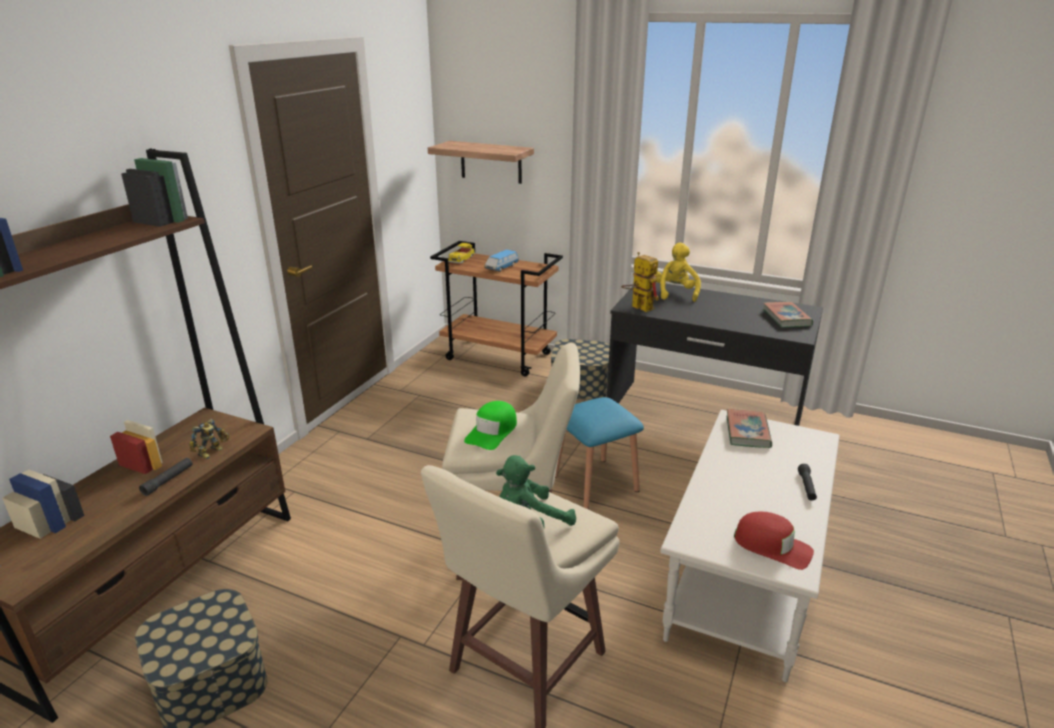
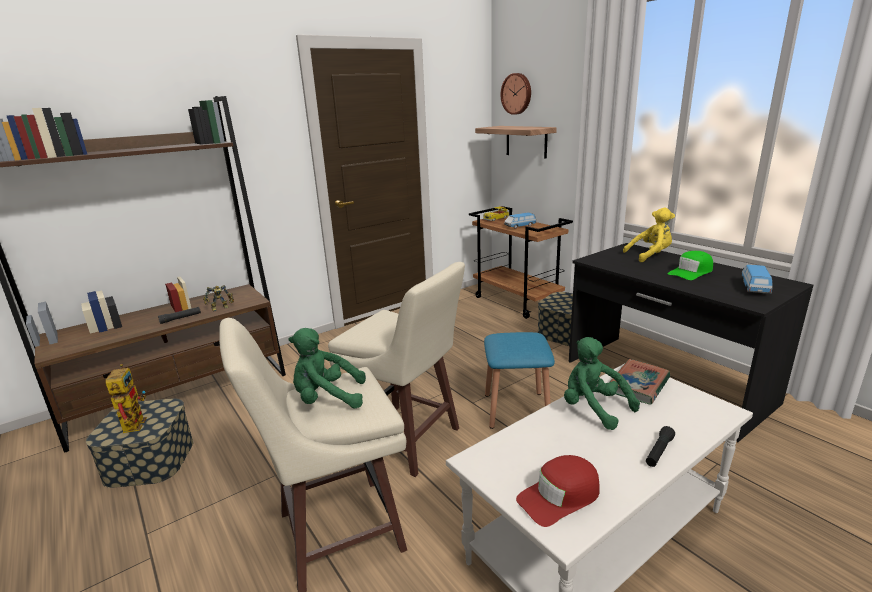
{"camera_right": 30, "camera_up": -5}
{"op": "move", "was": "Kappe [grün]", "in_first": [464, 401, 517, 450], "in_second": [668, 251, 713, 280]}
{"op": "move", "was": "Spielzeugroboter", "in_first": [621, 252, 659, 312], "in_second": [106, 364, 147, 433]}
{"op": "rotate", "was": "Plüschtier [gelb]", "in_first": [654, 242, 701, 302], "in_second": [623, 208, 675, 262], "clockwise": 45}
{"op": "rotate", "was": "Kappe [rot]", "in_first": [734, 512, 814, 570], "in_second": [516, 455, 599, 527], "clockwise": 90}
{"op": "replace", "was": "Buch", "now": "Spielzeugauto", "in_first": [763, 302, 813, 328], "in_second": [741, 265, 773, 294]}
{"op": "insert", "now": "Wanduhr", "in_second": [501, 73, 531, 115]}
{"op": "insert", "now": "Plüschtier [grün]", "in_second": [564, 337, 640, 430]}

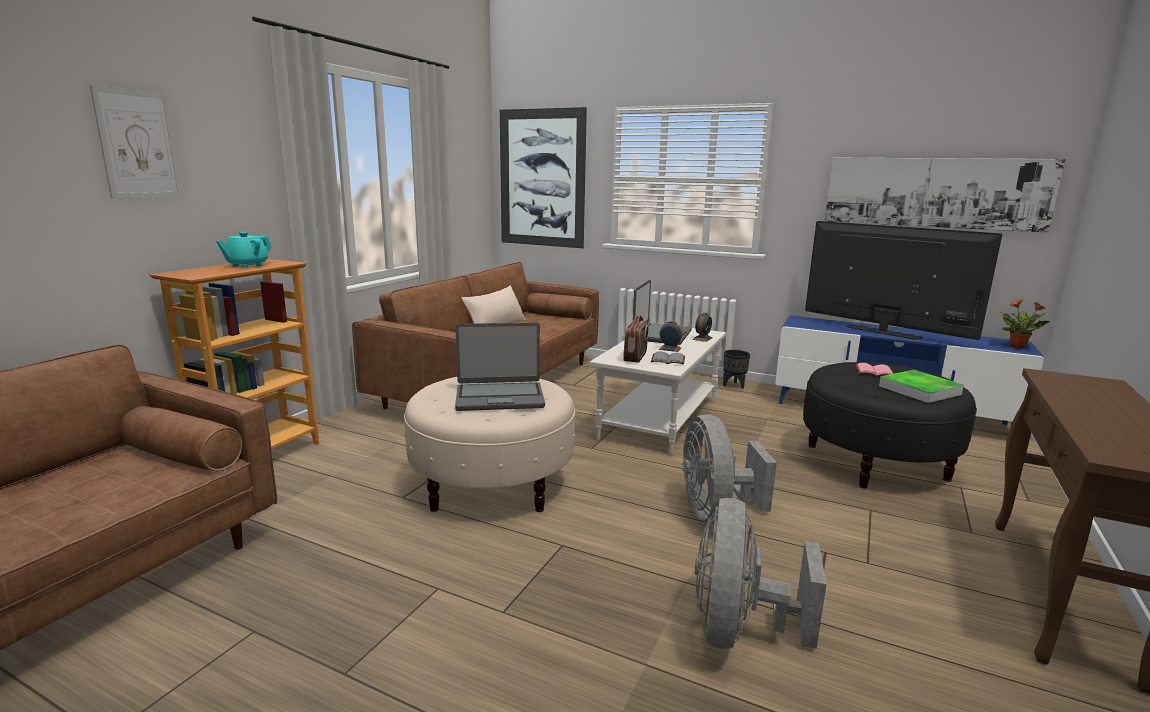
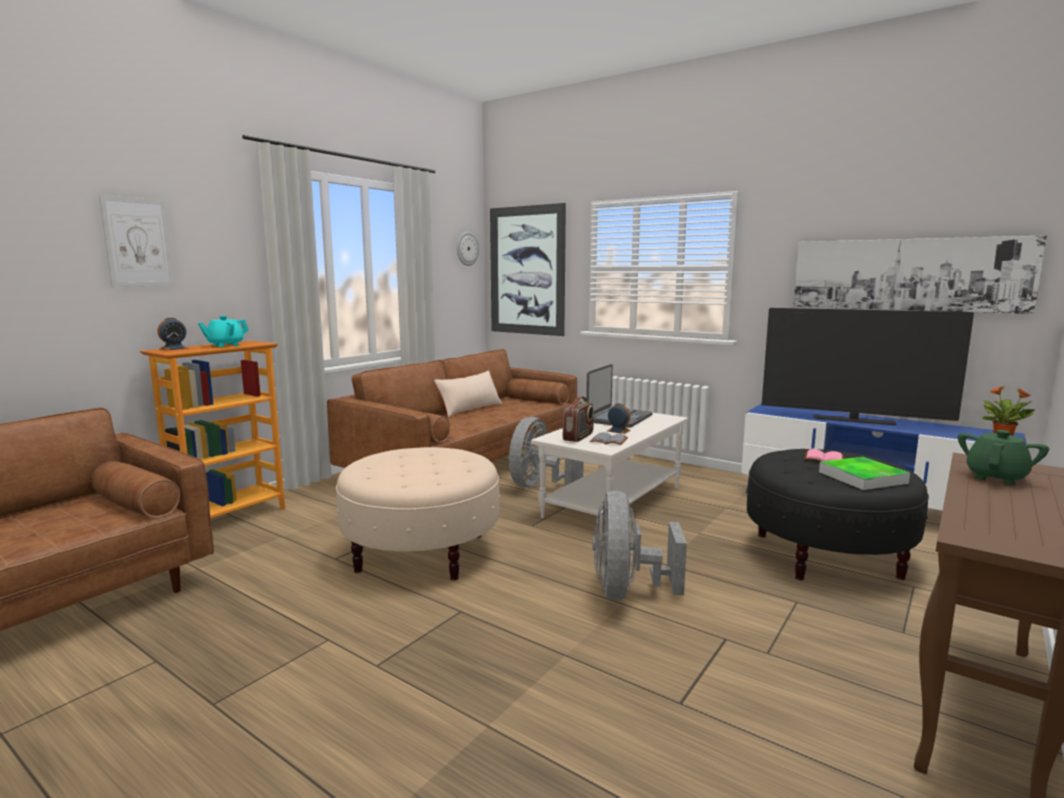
{"camera_right": 10, "camera_up": -5}
{"op": "delete", "was": "Laptop", "in_first": [455, 323, 545, 411]}
{"op": "move", "was": "Wecker", "in_first": [692, 313, 712, 342], "in_second": [158, 318, 189, 351]}
{"op": "move", "was": "Ventilator [grau]", "in_first": [695, 498, 827, 649], "in_second": [509, 417, 584, 487]}
{"op": "delete", "was": "Pflanzkübel [schwarz]", "in_first": [723, 350, 750, 389]}
{"op": "rotate", "was": "Fernseher", "in_first": [805, 221, 1002, 340], "in_second": [762, 308, 974, 425], "clockwise": 150}
{"op": "insert", "now": "Wanduhr", "in_second": [457, 232, 479, 266]}
{"op": "insert", "now": "Teekanne [grün]", "in_second": [958, 430, 1049, 485]}

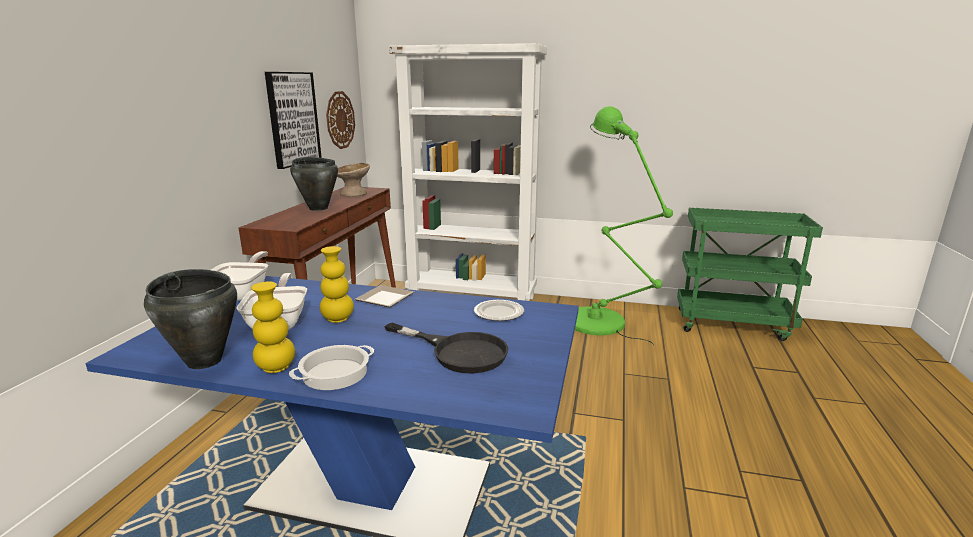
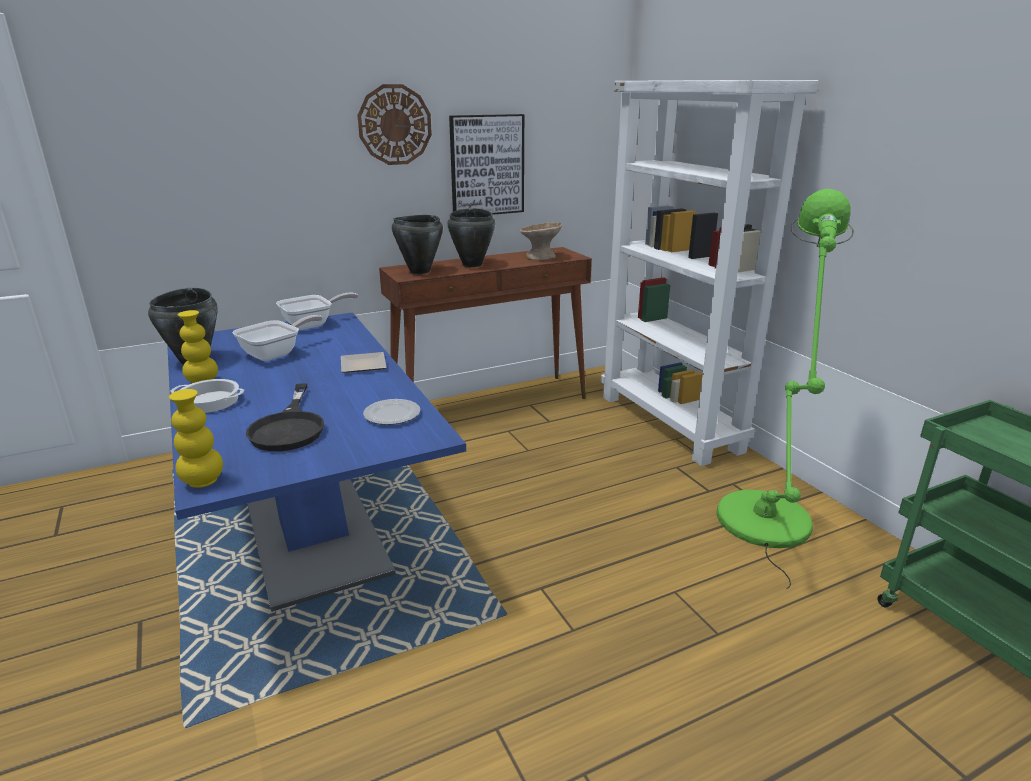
{"camera_right": 50, "camera_up": 5}
{"op": "move", "was": "Vase [gelb]", "in_first": [320, 246, 354, 323], "in_second": [169, 389, 223, 488]}
{"op": "move", "was": "Wanduhr", "in_first": [326, 91, 355, 149], "in_second": [357, 84, 432, 165]}
{"op": "insert", "now": "Kochtopf [schwarz]", "in_second": [392, 215, 443, 274]}

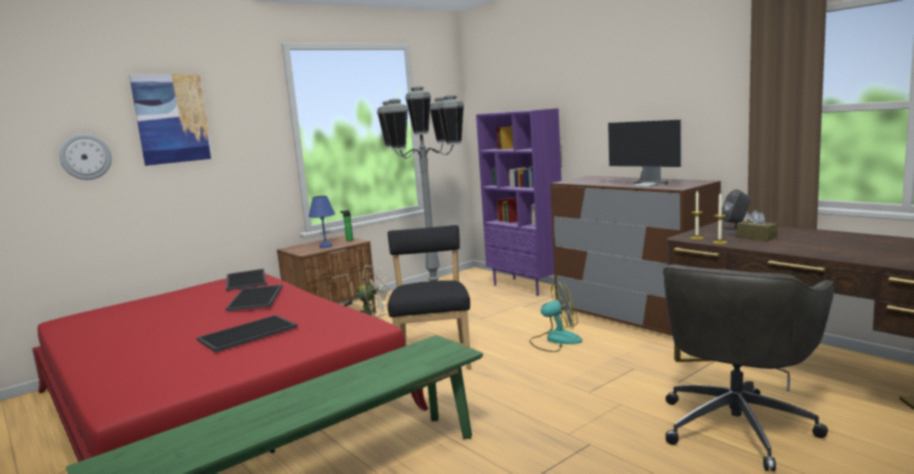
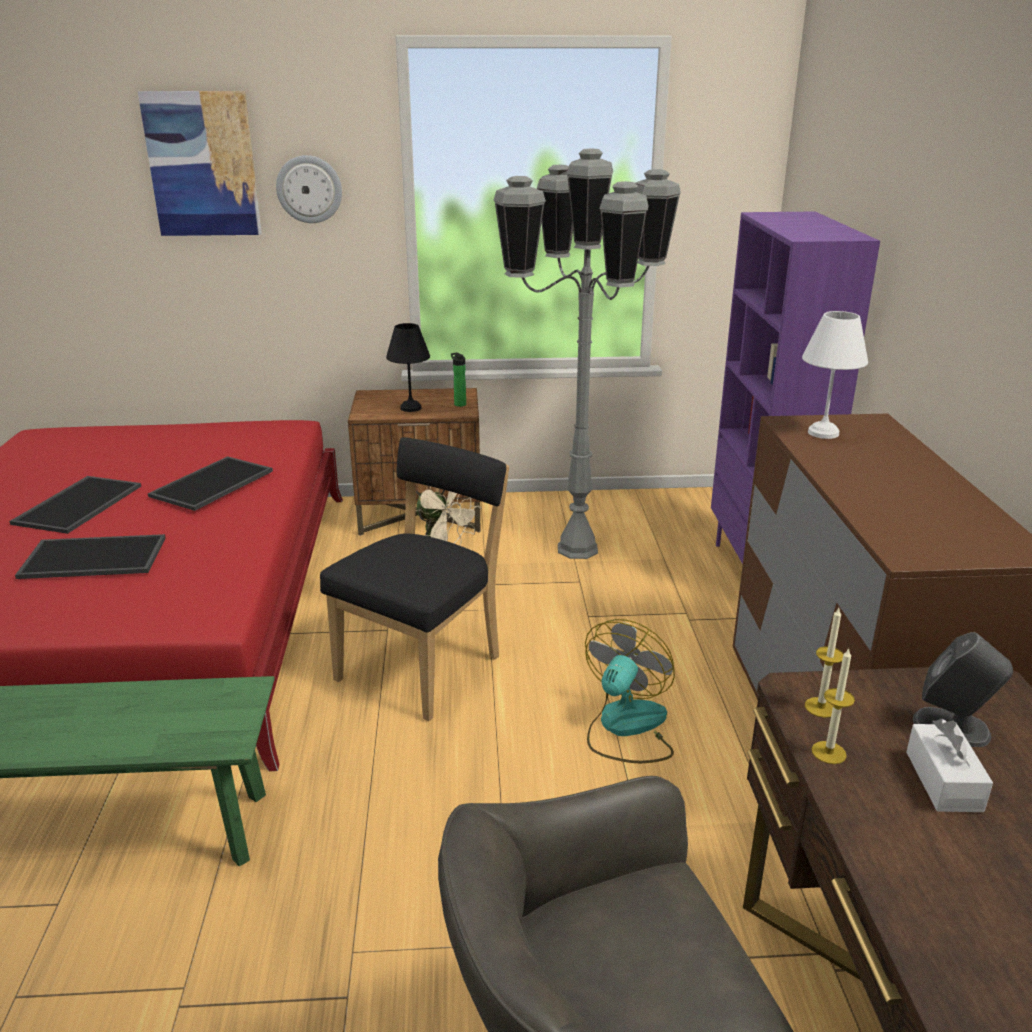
{"camera_right": 35, "camera_up": 15}
{"op": "move", "was": "Wanduhr", "in_first": [59, 134, 112, 180], "in_second": [276, 155, 342, 223]}
{"op": "move", "was": "Tablett", "in_first": [226, 269, 267, 291], "in_second": [9, 476, 141, 534]}
{"op": "recolor", "was": "Tischlampe [blau]", "now": "Tischlampe [schwarz]", "in_first": [309, 196, 335, 248], "in_second": [386, 323, 430, 412]}
{"op": "rotate", "was": "Ventilator", "in_first": [529, 281, 582, 352], "in_second": [585, 619, 675, 763], "clockwise": -90}
{"op": "delete", "was": "Monitor", "in_first": [598, 119, 682, 187]}
{"op": "recolor", "was": "Taschentuchbox [braun]", "now": "Taschentuchbox [weiß]", "in_first": [737, 210, 778, 241], "in_second": [906, 719, 993, 812]}
{"op": "insert", "now": "Tischlampe [weiß]", "in_second": [802, 311, 868, 439]}

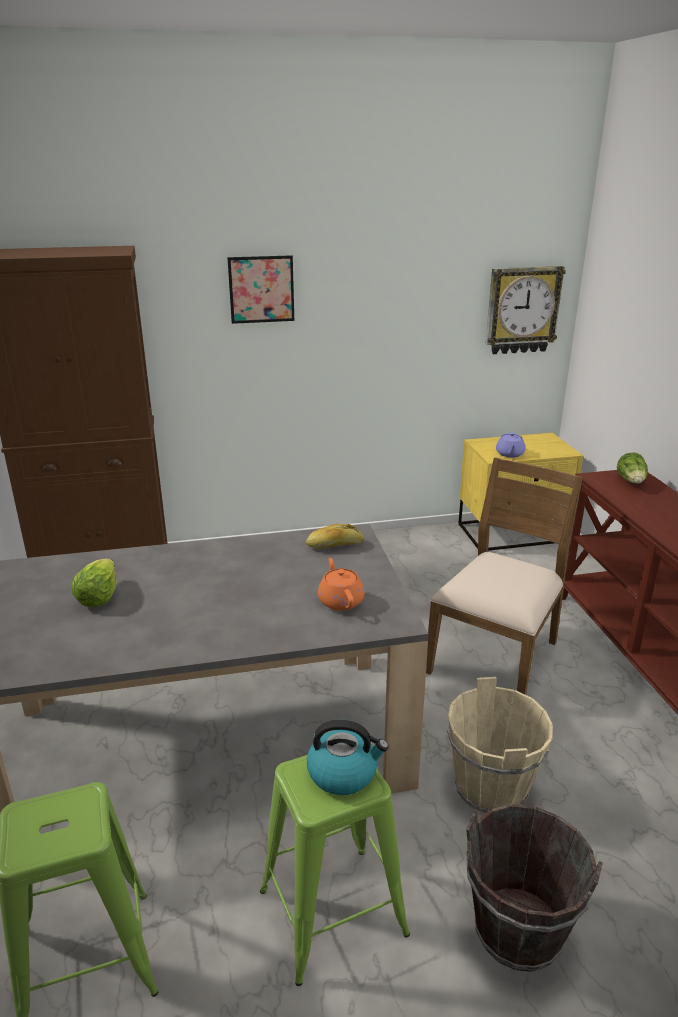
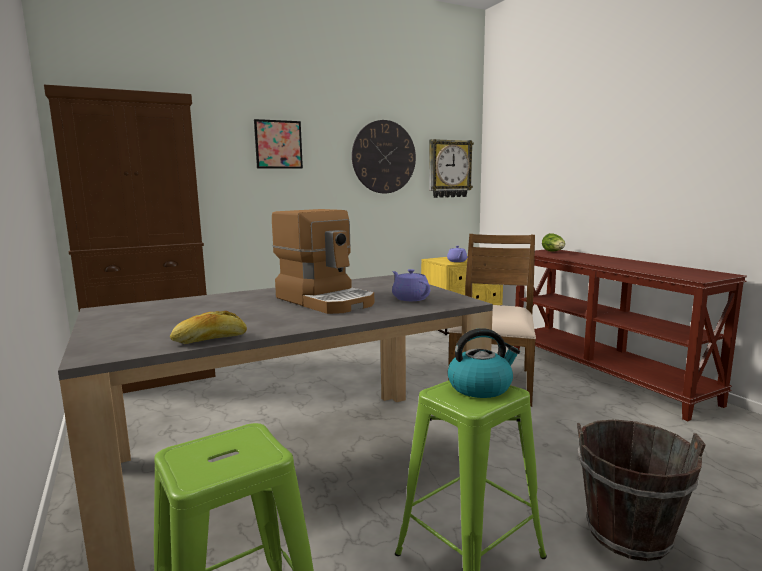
{"camera_right": -15, "camera_up": -15}
{"op": "delete", "was": "Salatkopf", "in_first": [72, 558, 117, 607]}
{"op": "move", "was": "Brot", "in_first": [306, 524, 364, 549], "in_second": [170, 311, 247, 344]}
{"op": "recolor", "was": "Teekanne [orange]", "now": "Teekanne [lila]", "in_first": [318, 558, 364, 611], "in_second": [392, 269, 430, 301]}
{"op": "delete", "was": "Eimer [beige]", "in_first": [447, 677, 553, 814]}
{"op": "insert", "now": "Kaffeemaschine", "in_second": [272, 209, 374, 314]}
{"op": "insert", "now": "Wanduhr", "in_second": [352, 120, 416, 193]}

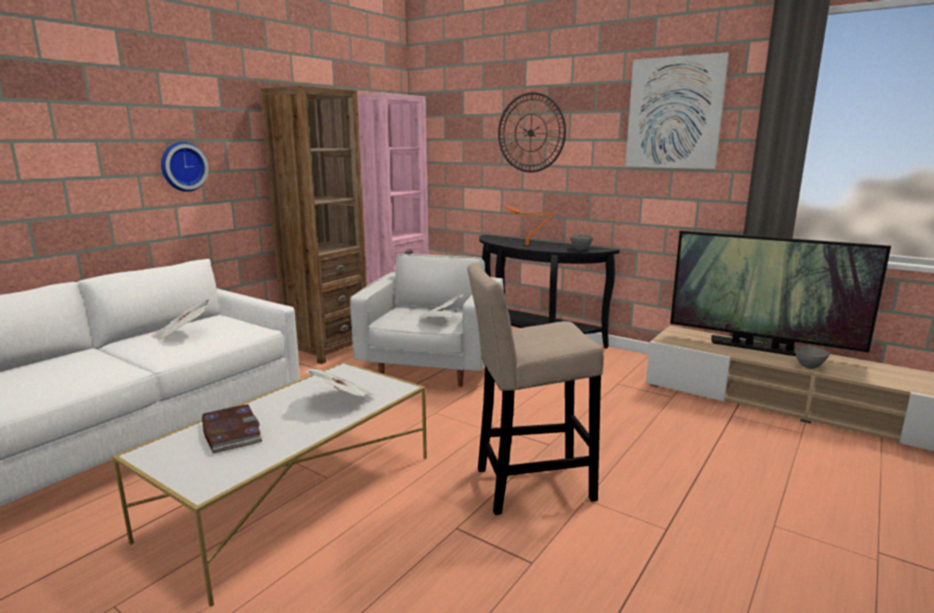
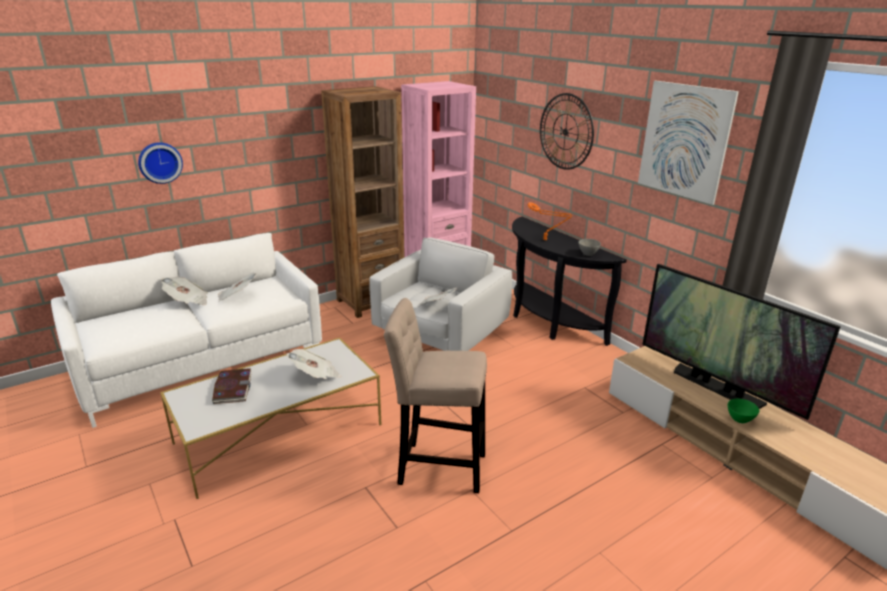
{"camera_right": 20, "camera_up": 10}
{"op": "move", "was": "Wanduhr", "in_first": [161, 142, 209, 192], "in_second": [138, 142, 183, 184]}
{"op": "recolor", "was": "Schüssel [grau]", "now": "Schüssel [grün]", "in_first": [795, 346, 829, 369], "in_second": [728, 398, 759, 423]}
{"op": "insert", "now": "Zeitung", "in_second": [161, 277, 208, 305]}

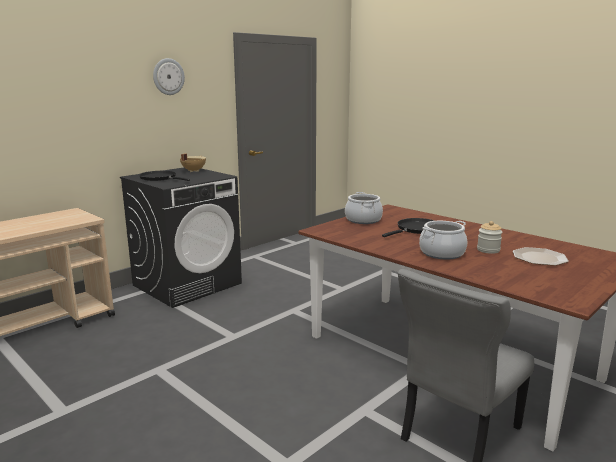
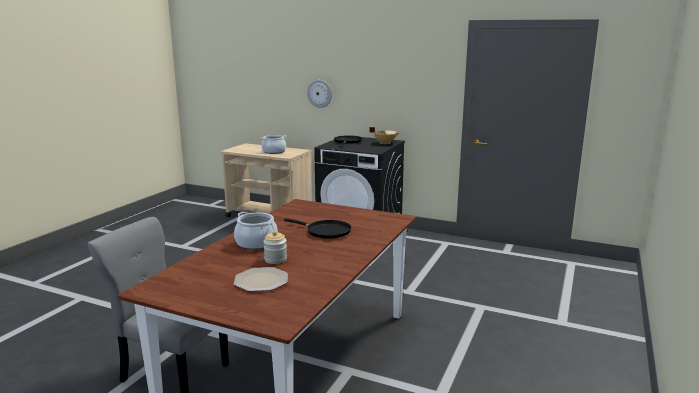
{"camera_right": 70, "camera_up": 0}
{"op": "move", "was": "Wanduhr", "in_first": [153, 58, 185, 95], "in_second": [307, 80, 332, 108]}
{"op": "move", "was": "Kochtopf", "in_first": [345, 192, 383, 224], "in_second": [260, 135, 286, 154]}

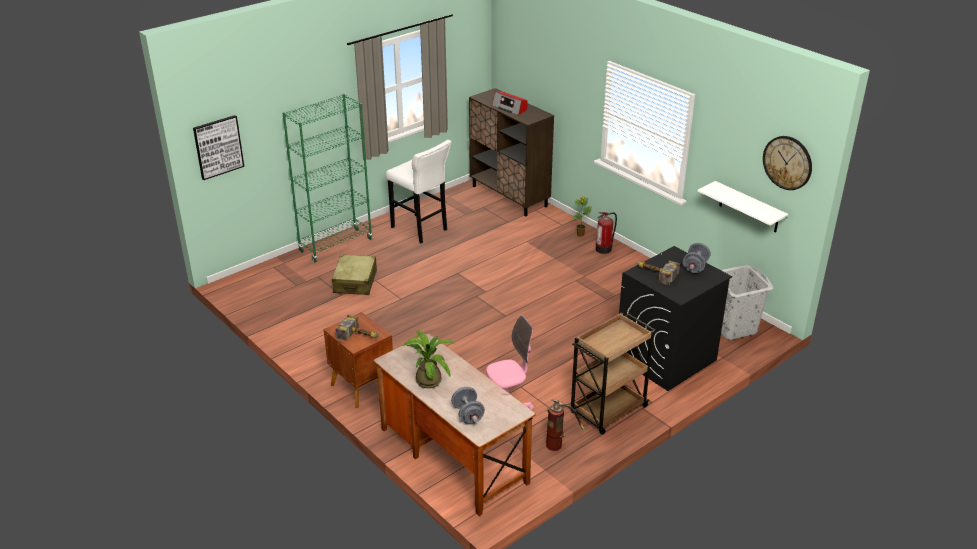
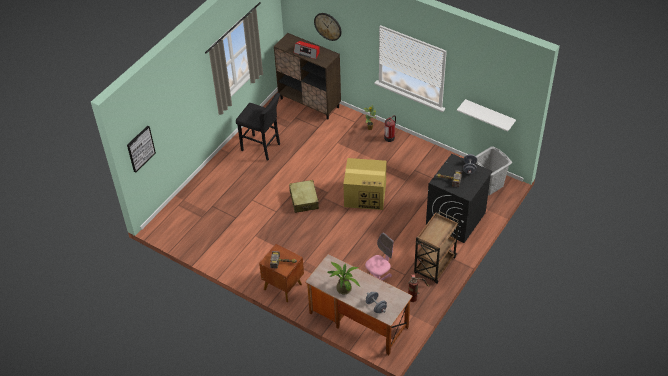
{"camera_right": -15, "camera_up": 15}
{"op": "delete", "was": "Bücherregal [grün]", "in_first": [282, 94, 372, 262]}
{"op": "move", "was": "Koffer [beige]", "in_first": [332, 254, 377, 295], "in_second": [289, 180, 319, 213]}
{"op": "recolor", "was": "Hocker [weiß]", "now": "Hocker [schwarz]", "in_first": [386, 140, 452, 243], "in_second": [236, 93, 280, 161]}
{"op": "move", "was": "Wanduhr", "in_first": [763, 136, 812, 190], "in_second": [314, 13, 342, 41]}
{"op": "insert", "now": "Karton", "in_second": [343, 158, 387, 210]}

